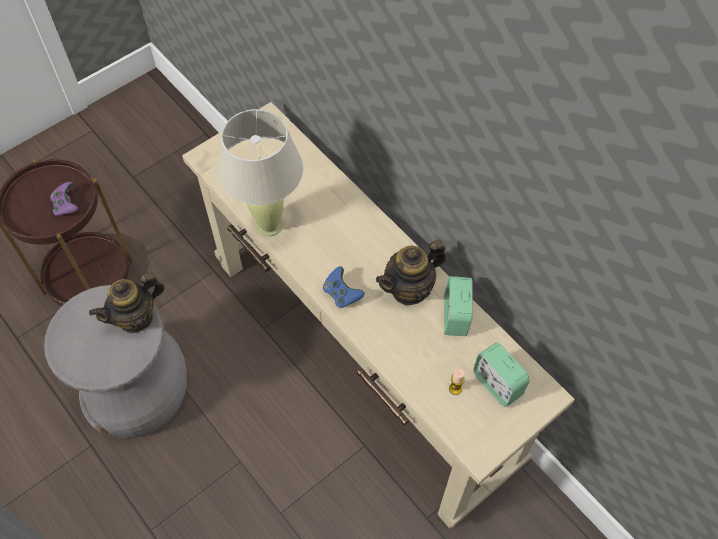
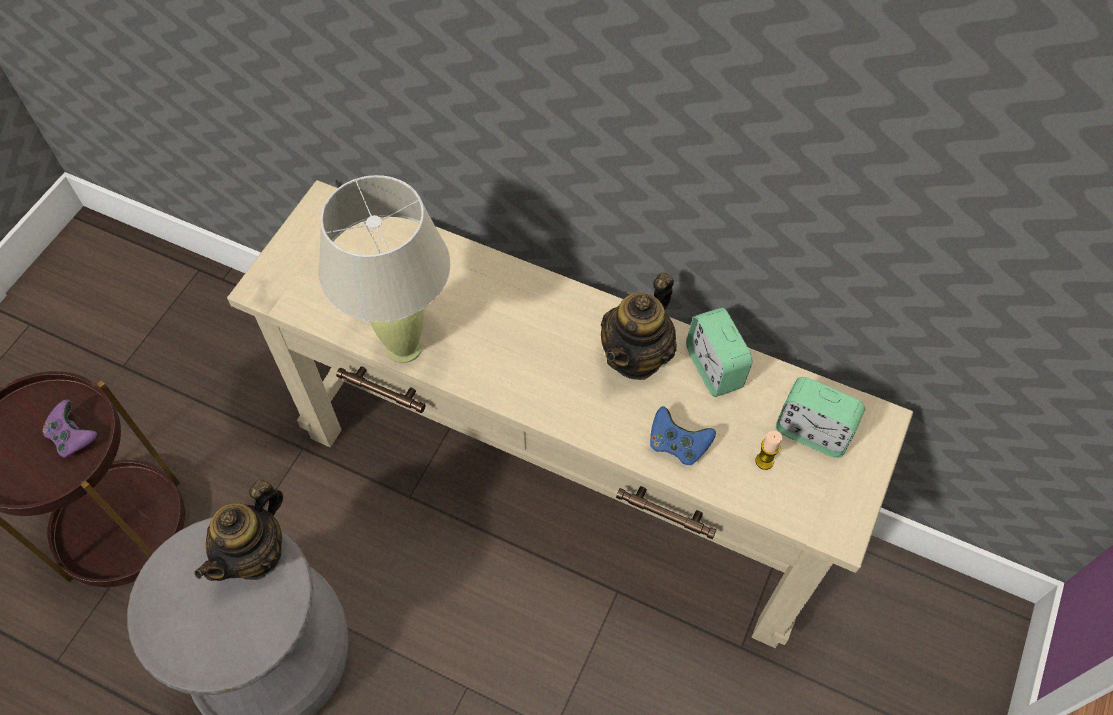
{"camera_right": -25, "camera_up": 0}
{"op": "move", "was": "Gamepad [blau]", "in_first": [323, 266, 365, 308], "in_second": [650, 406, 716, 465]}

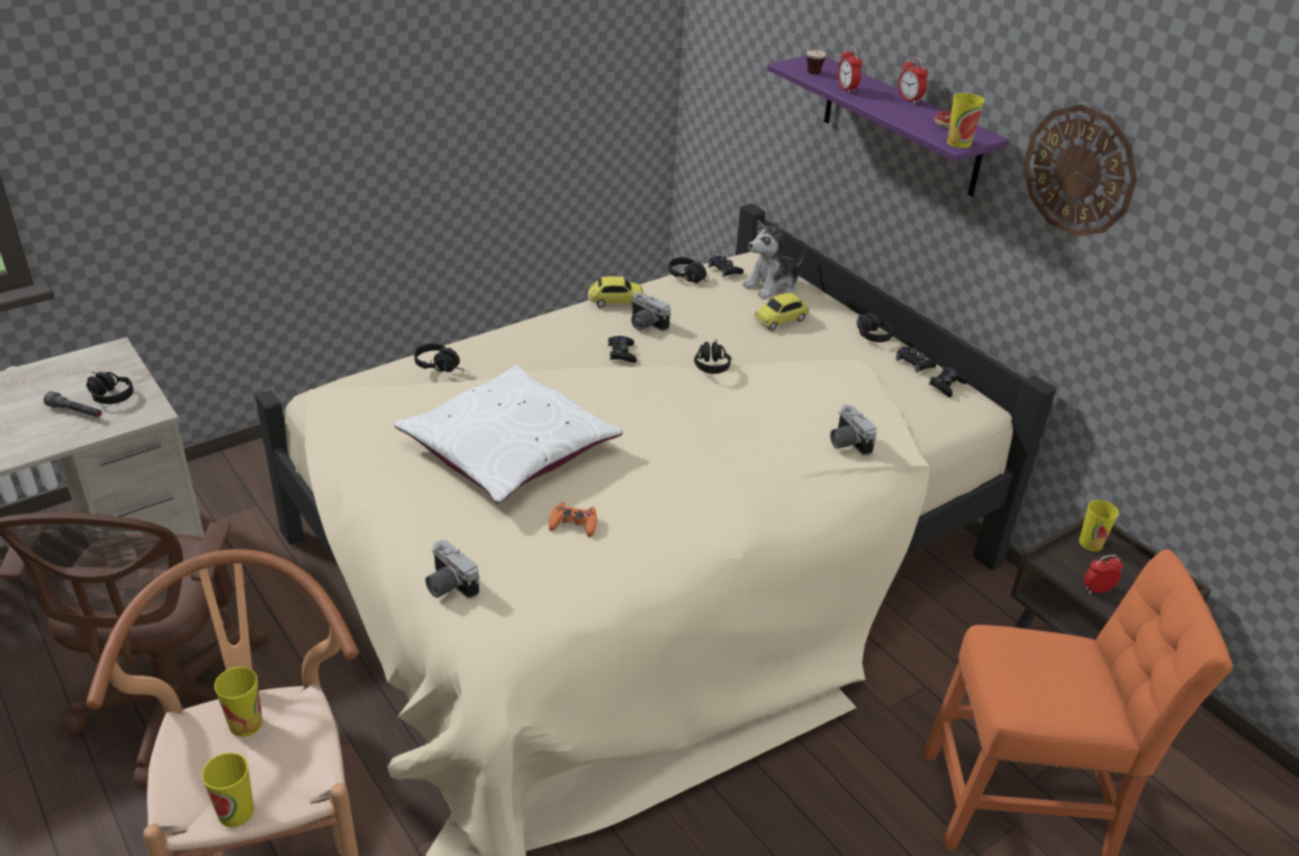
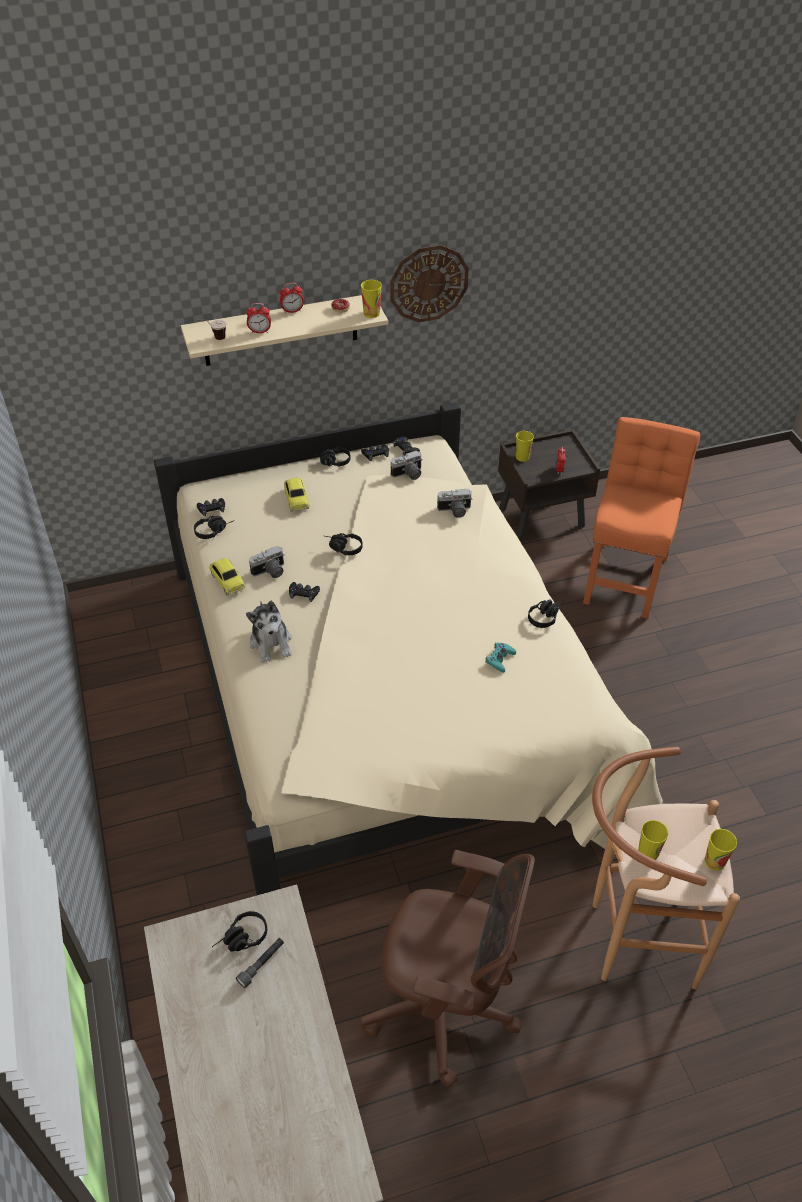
{"camera_right": -70, "camera_up": 10}
{"op": "delete", "was": "Kissen [weiß]", "in_first": [394, 365, 623, 504]}
{"op": "move", "was": "Kopfhörer [schwarz]", "in_first": [414, 343, 464, 372], "in_second": [528, 599, 565, 628]}
{"op": "move", "was": "Kamera", "in_first": [425, 540, 479, 599], "in_second": [391, 451, 423, 480]}
{"op": "recolor", "was": "Gamepad [orange]", "now": "Gamepad [türkis]", "in_first": [549, 502, 597, 537], "in_second": [486, 642, 516, 673]}
{"op": "rotate", "was": "Spielzeugauto", "in_first": [588, 276, 644, 308], "in_second": [209, 558, 245, 595], "clockwise": 135}
{"op": "move", "was": "Plüschtier", "in_first": [743, 220, 805, 299], "in_second": [246, 601, 292, 663]}
{"op": "recolor", "was": "Wandregal [lila]", "now": "Wandregal [beige]", "in_first": [767, 56, 1009, 197], "in_second": [181, 295, 388, 366]}

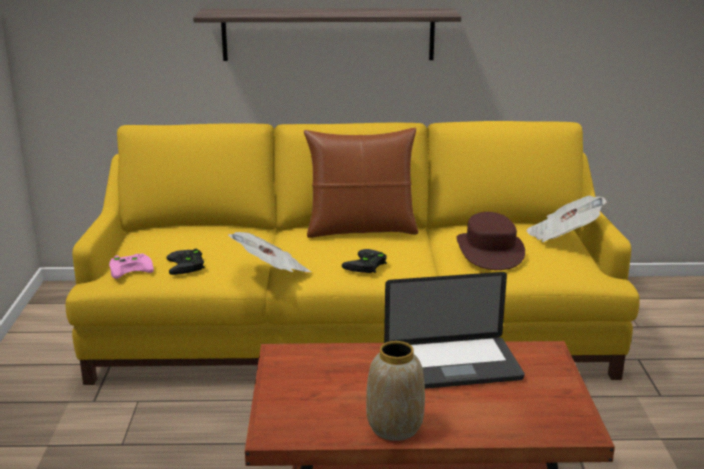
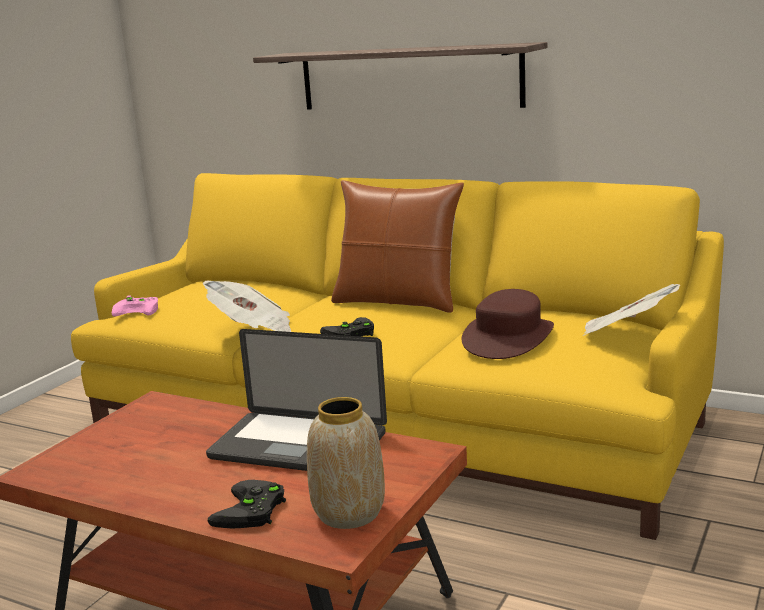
{"camera_right": 30, "camera_up": -5}
{"op": "move", "was": "Gamepad [schwarz]", "in_first": [166, 249, 205, 275], "in_second": [208, 480, 286, 528]}
{"op": "move", "was": "Vase", "in_first": [366, 341, 425, 441], "in_second": [307, 397, 385, 529]}

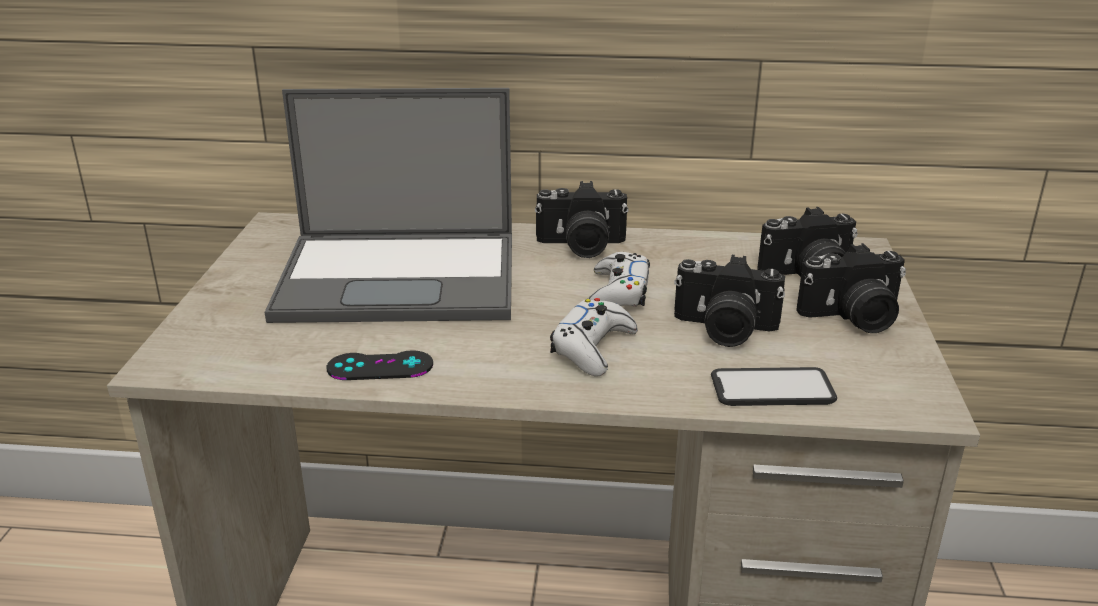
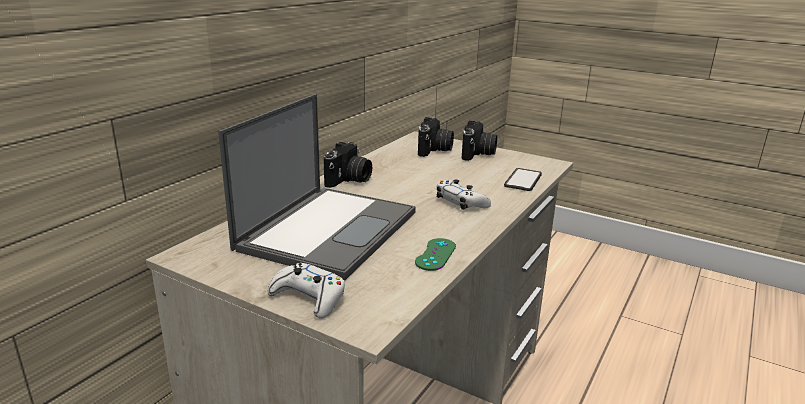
{"camera_right": -65, "camera_up": -5}
{"op": "recolor", "was": "Gamepad [schwarz]", "now": "Gamepad [grün]", "in_first": [327, 350, 433, 380], "in_second": [415, 238, 456, 271]}
{"op": "move", "was": "Gamepad [weiß]", "in_first": [588, 252, 650, 306], "in_second": [268, 263, 345, 319]}
{"op": "delete", "was": "Kamera", "in_first": [674, 255, 785, 347]}

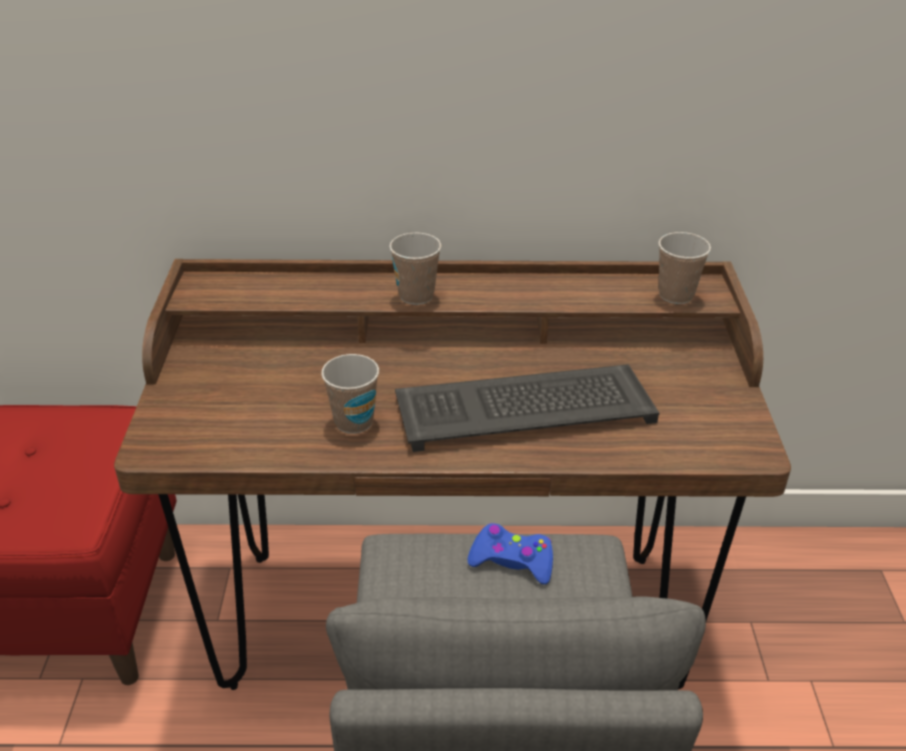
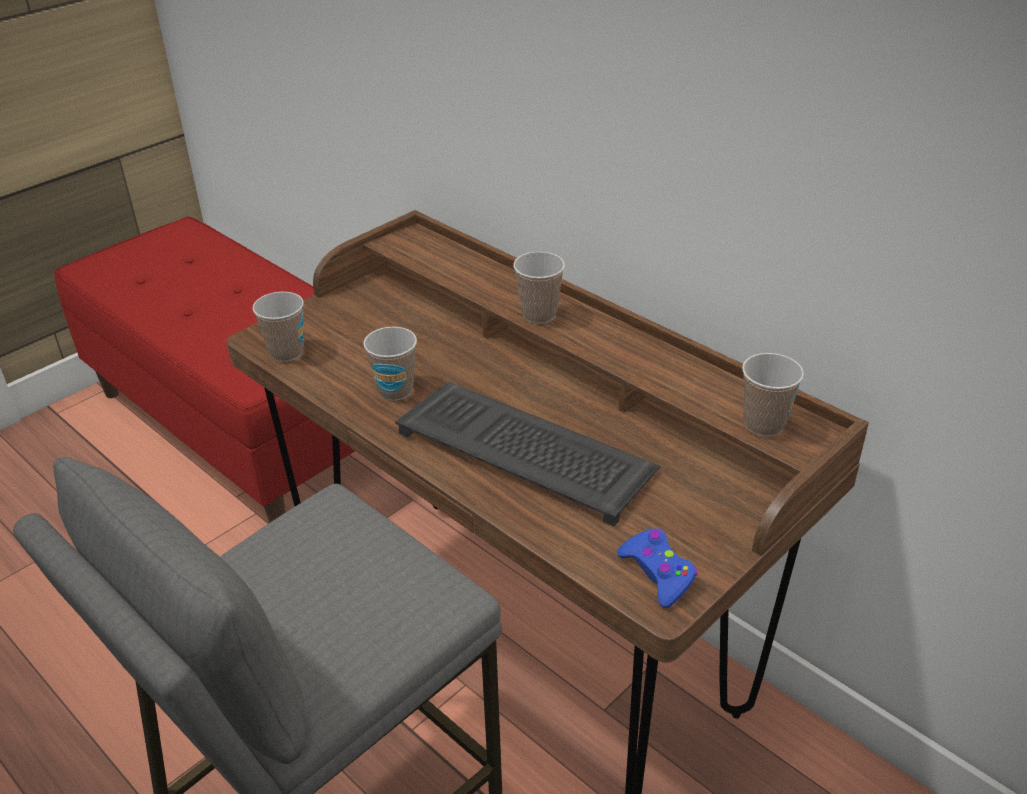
{"camera_right": 45, "camera_up": 0}
{"op": "move", "was": "Gamepad [blau]", "in_first": [468, 523, 553, 585], "in_second": [617, 528, 698, 608]}
{"op": "insert", "now": "Tasse", "in_second": [252, 292, 304, 362]}

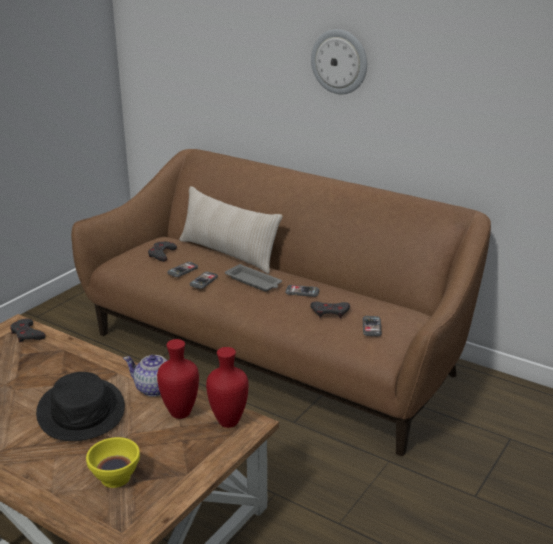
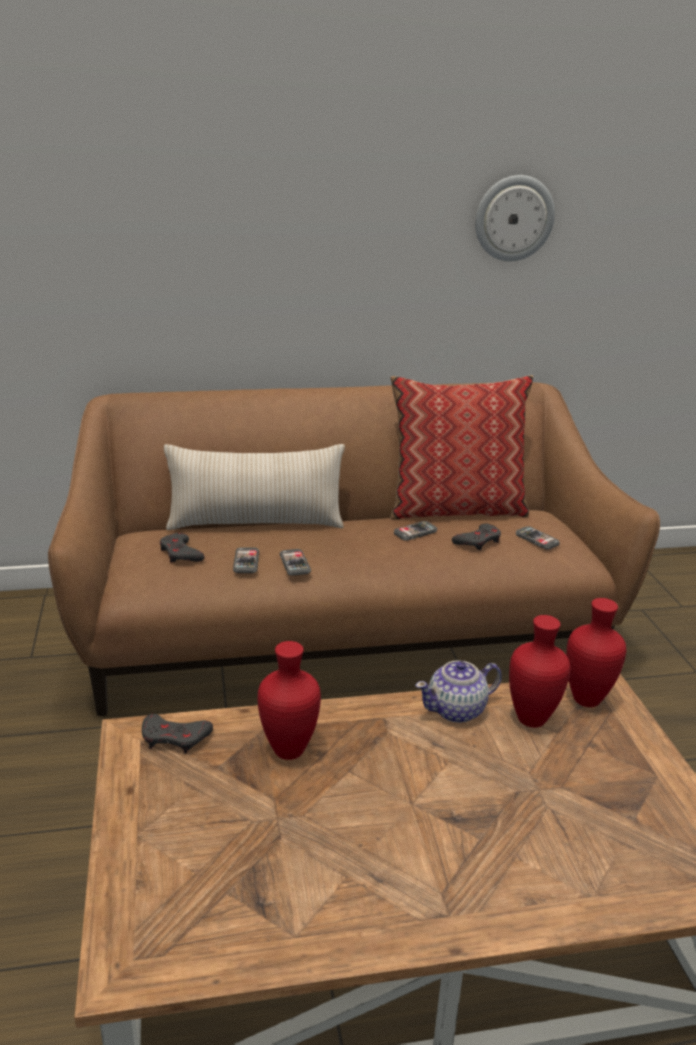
{"camera_right": -45, "camera_up": 0}
{"op": "delete", "was": "Hut [schwarz]", "in_first": [36, 372, 125, 441]}
{"op": "delete", "was": "Schüssel [gelb]", "in_first": [86, 437, 140, 488]}
{"op": "delete", "was": "Tablett [grau]", "in_first": [225, 264, 282, 292]}
{"op": "move", "was": "Wanduhr", "in_first": [311, 29, 367, 94], "in_second": [475, 175, 555, 261]}
{"op": "insert", "now": "Vase [rot]", "in_second": [258, 641, 321, 760]}
{"op": "insert", "now": "Kissen", "in_second": [390, 375, 533, 520]}

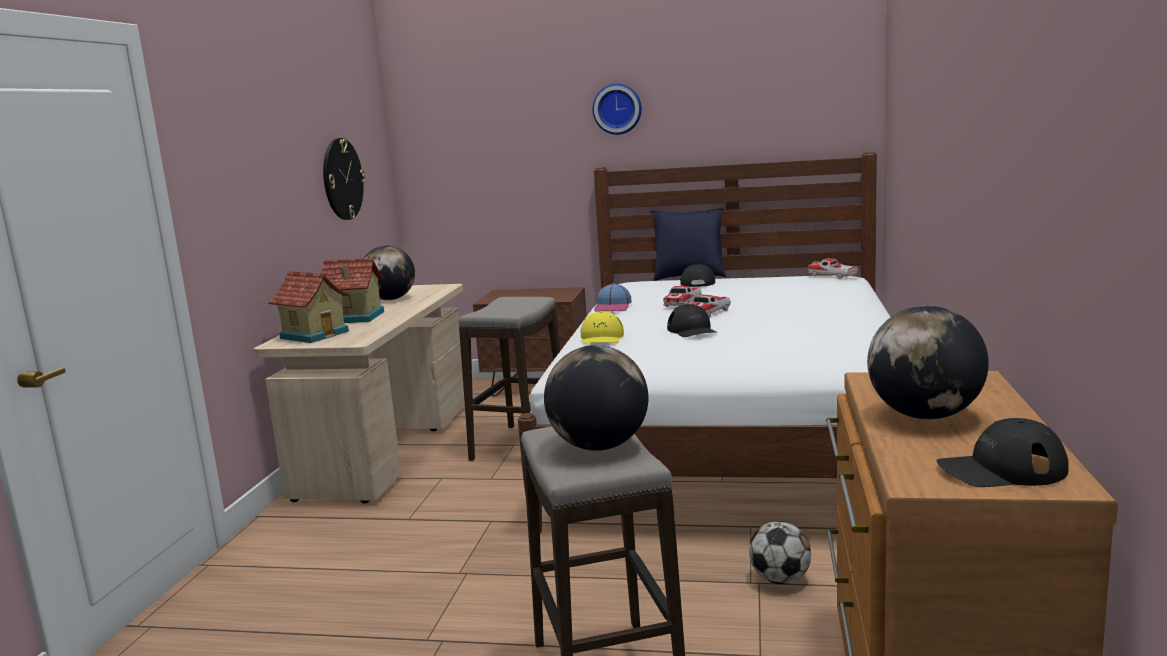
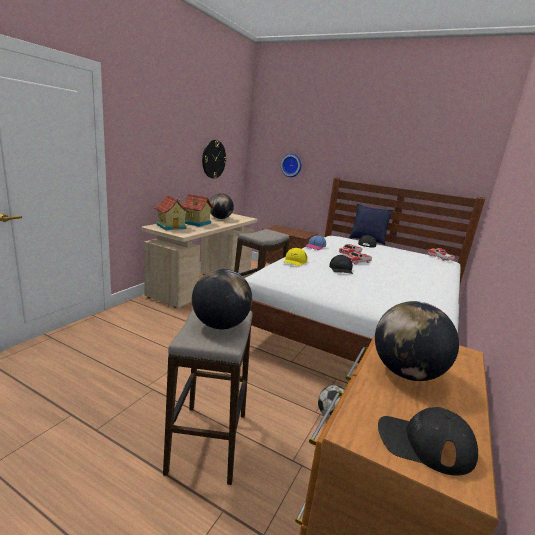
{"camera_right": 15, "camera_up": 5}
{"op": "move", "was": "Wanduhr", "in_first": [593, 83, 642, 135], "in_second": [281, 154, 302, 177]}

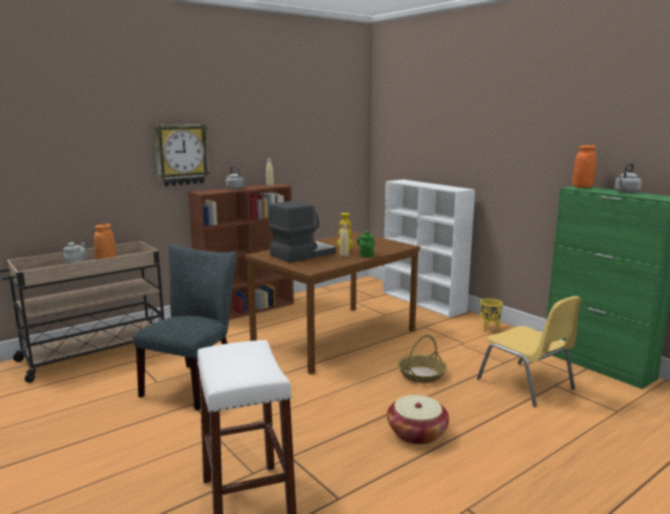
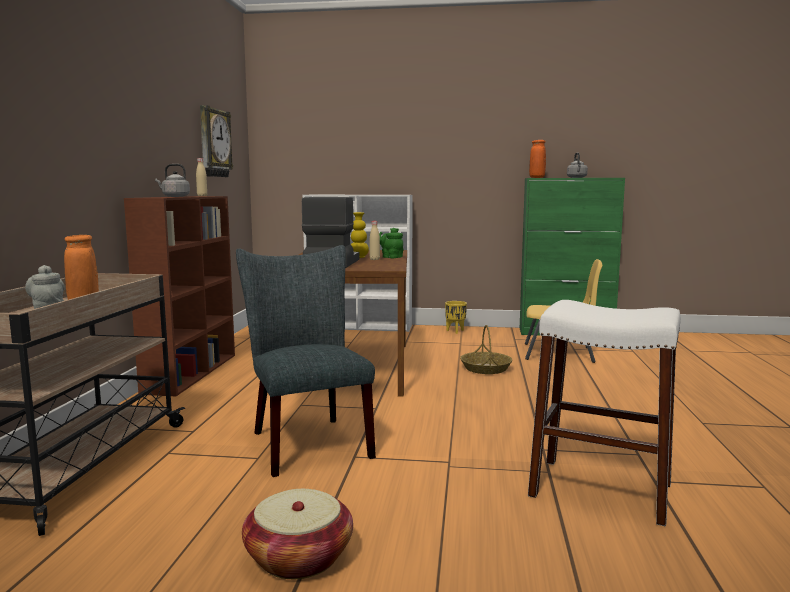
{"camera_right": -45, "camera_up": -5}
{"op": "move", "was": "Wanduhr", "in_first": [154, 124, 210, 187], "in_second": [200, 105, 233, 177]}
{"op": "move", "was": "Korb", "in_first": [387, 395, 449, 445], "in_second": [242, 489, 353, 579]}

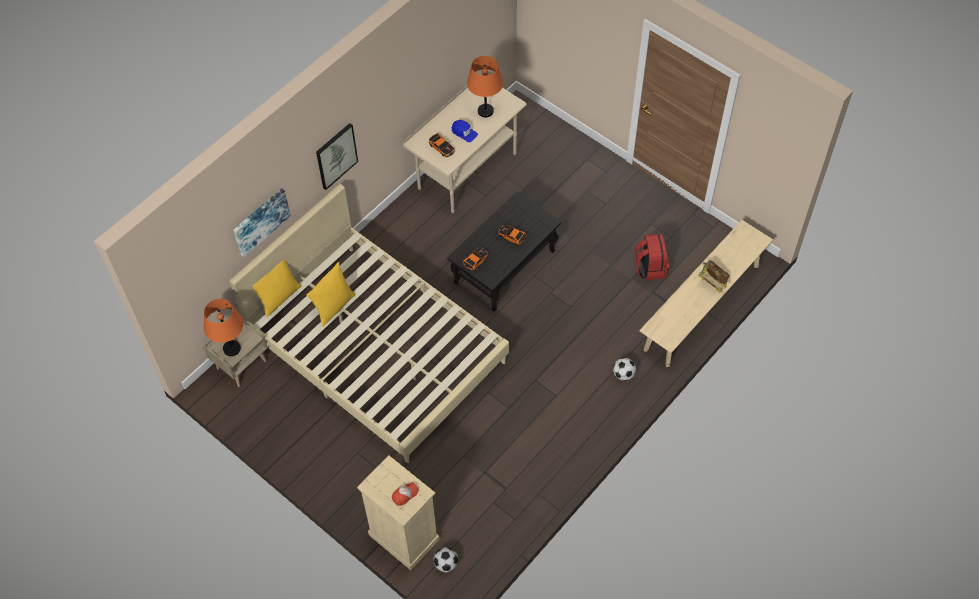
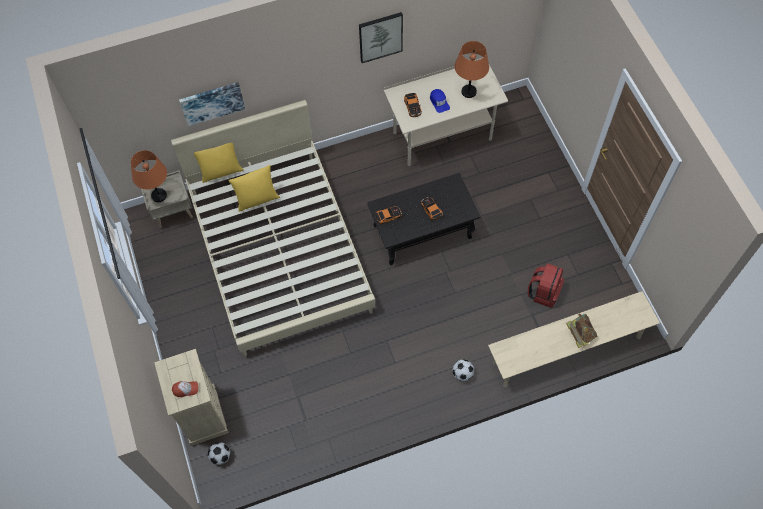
{"camera_right": 30, "camera_up": 5}
{"op": "move", "was": "Bild", "in_first": [316, 123, 358, 190], "in_second": [359, 12, 403, 63]}

